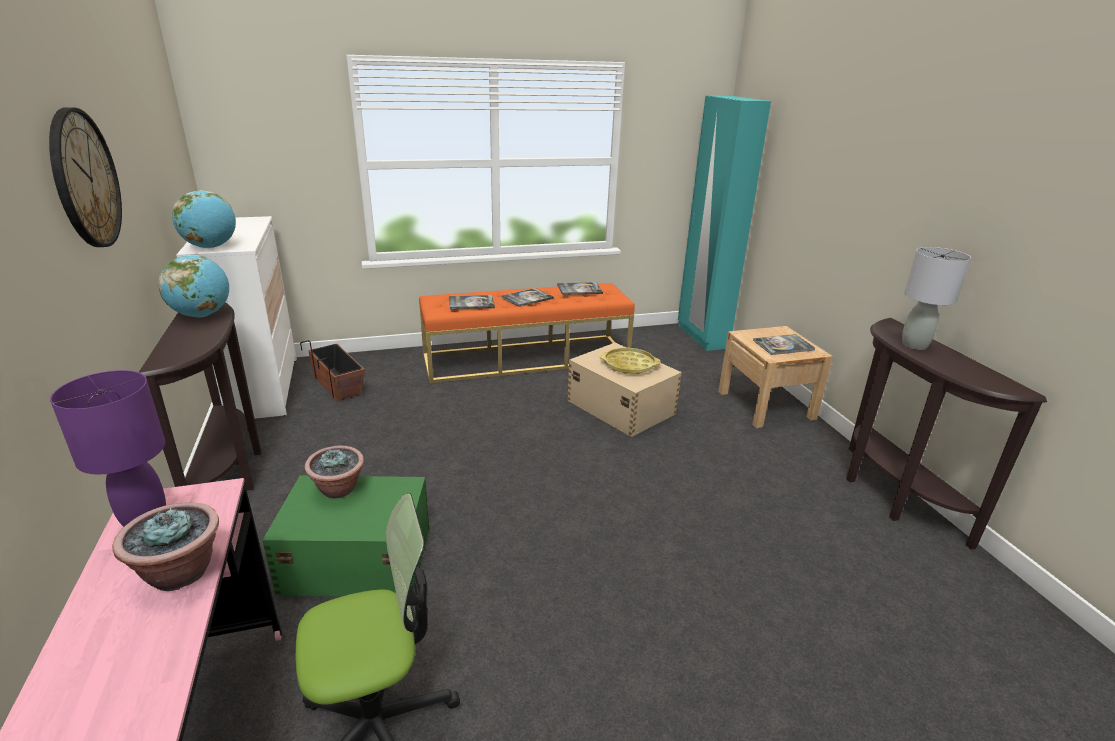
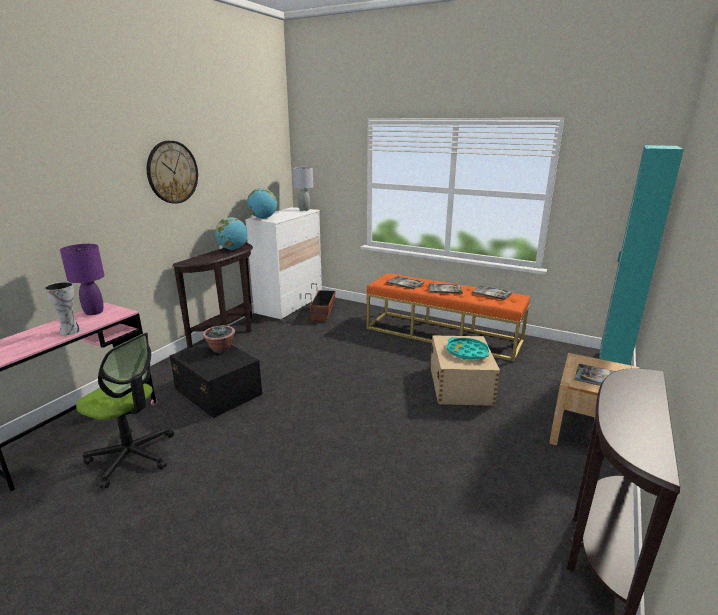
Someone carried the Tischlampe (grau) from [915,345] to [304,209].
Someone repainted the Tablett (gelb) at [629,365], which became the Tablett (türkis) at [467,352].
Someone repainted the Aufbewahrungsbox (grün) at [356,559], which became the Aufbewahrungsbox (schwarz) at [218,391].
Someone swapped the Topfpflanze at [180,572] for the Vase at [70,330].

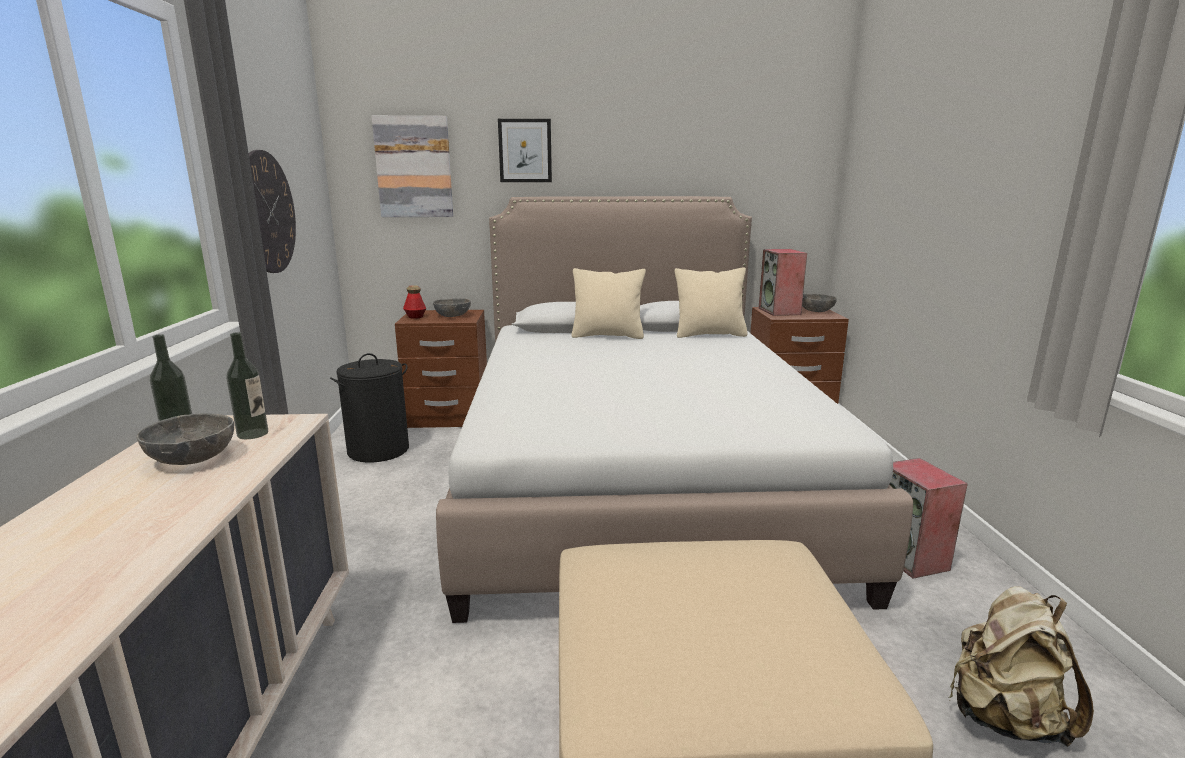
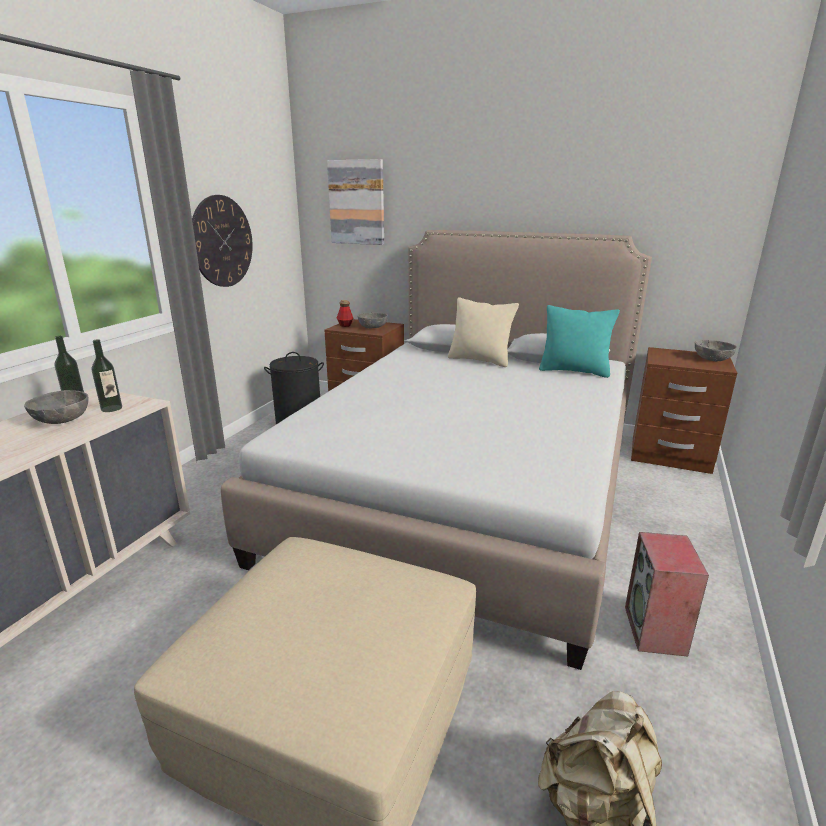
Someone took away the Bild at [525,151].
Someone took away the Lautsprecher at [780,311].
Someone repainted the Kissen (beige) at [709,334], which became the Kissen (türkis) at [574,371].

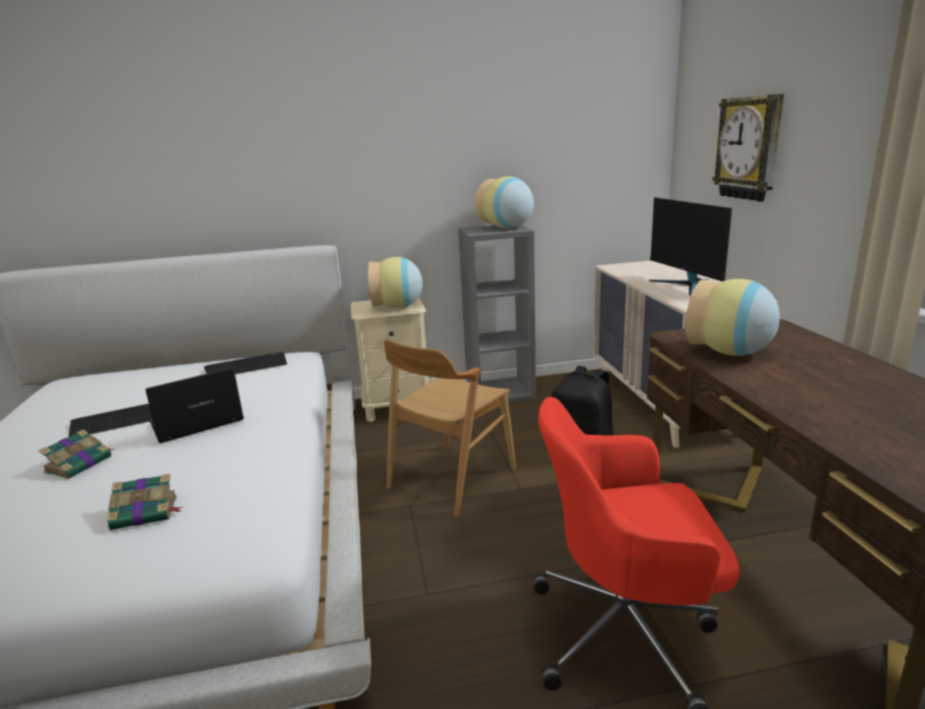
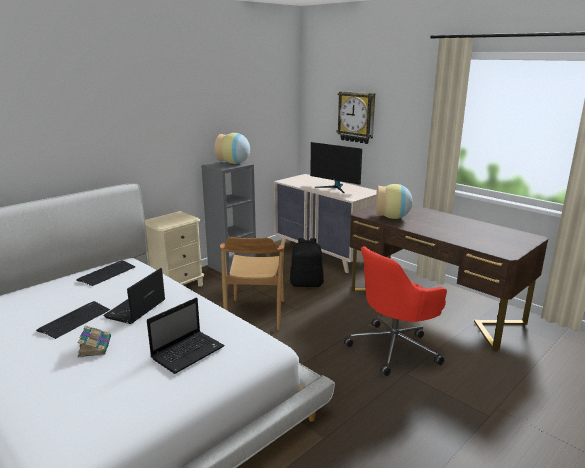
Someone took away the Vase at [398,307].
Someone swapped the Buch at [146,513] for the Laptop at [189,352].

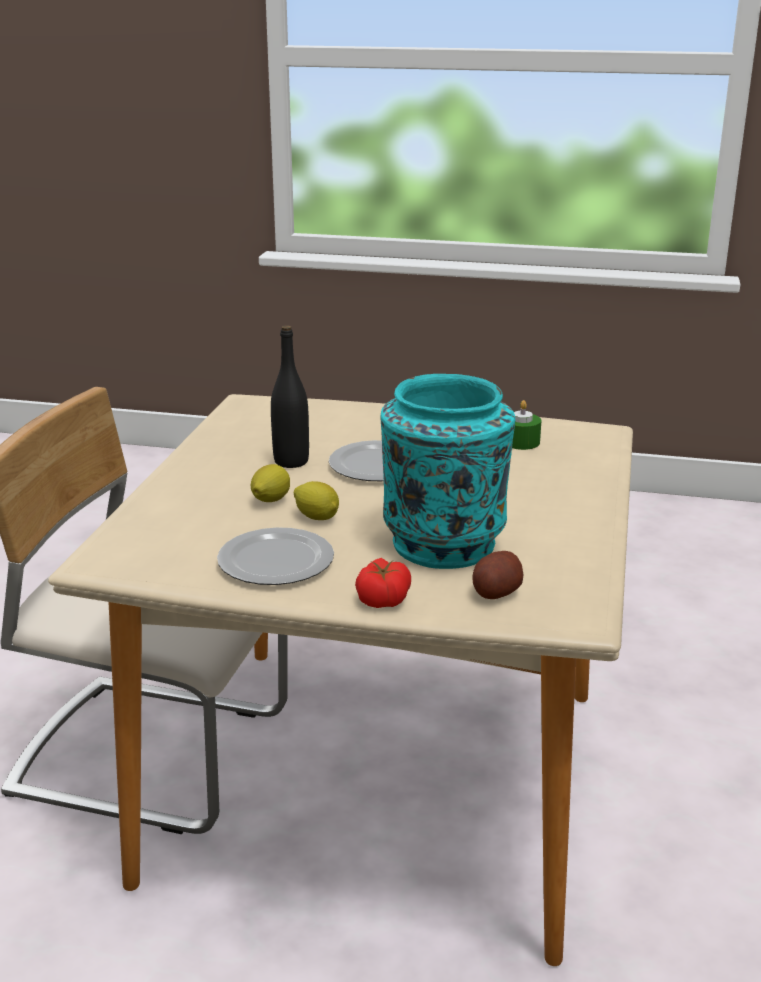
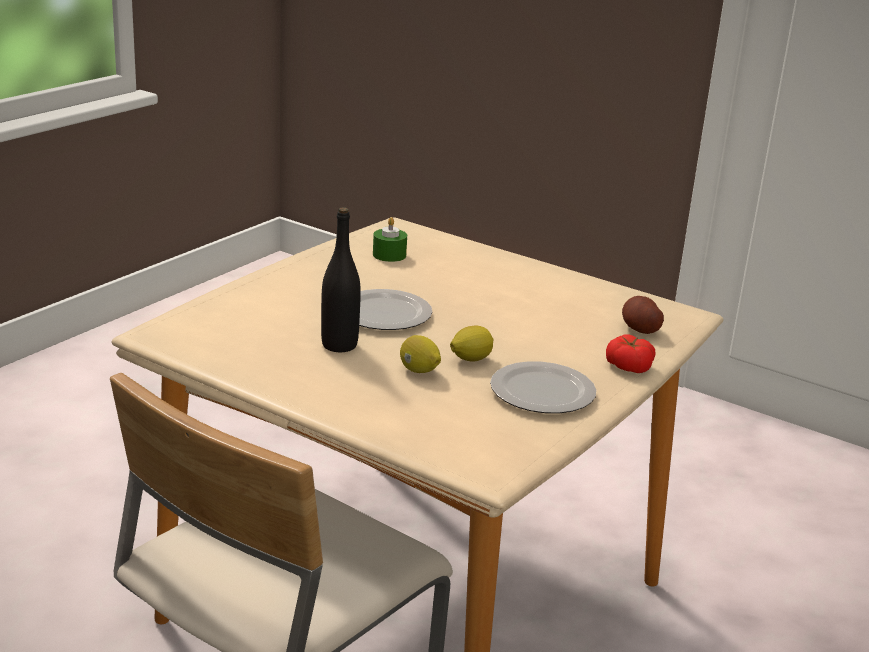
Someone took away the Vase (türkis) at [443,543].

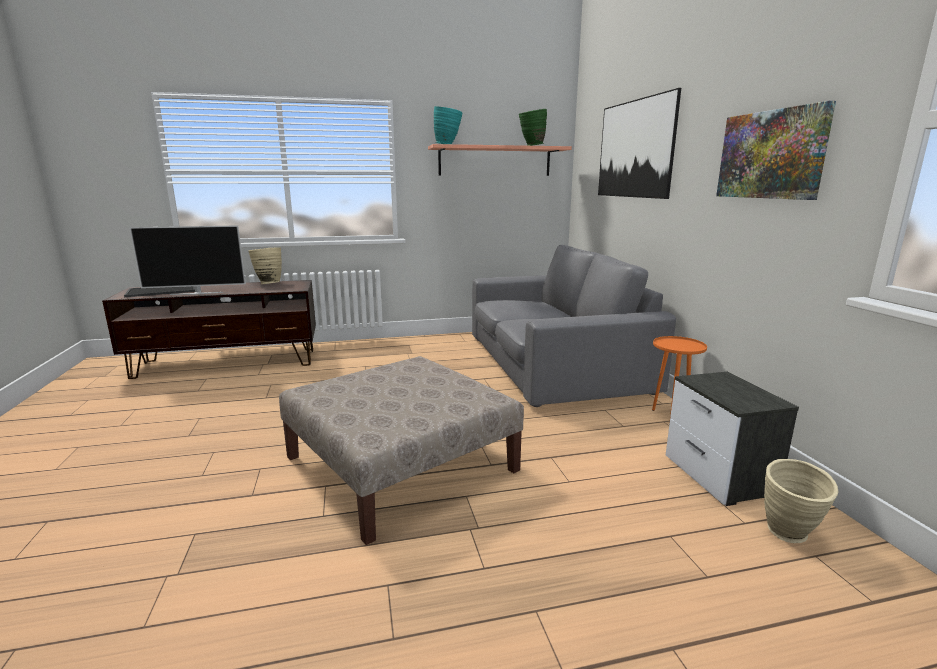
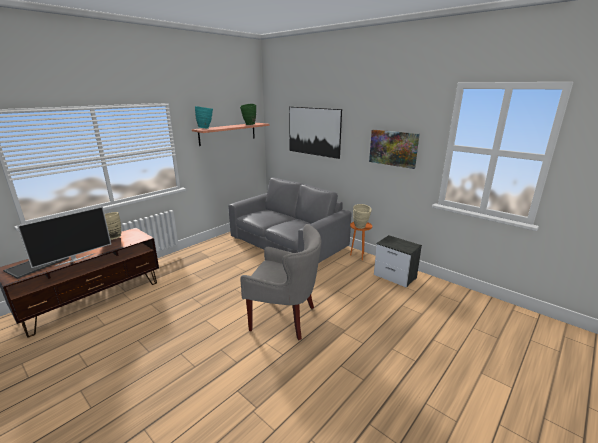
Someone swapped the Polsterhocker (beige) at [400,465] for the Sessel (grau) at [285,319].
Someone carried the Vase (beige) from [789,537] to [361,227].

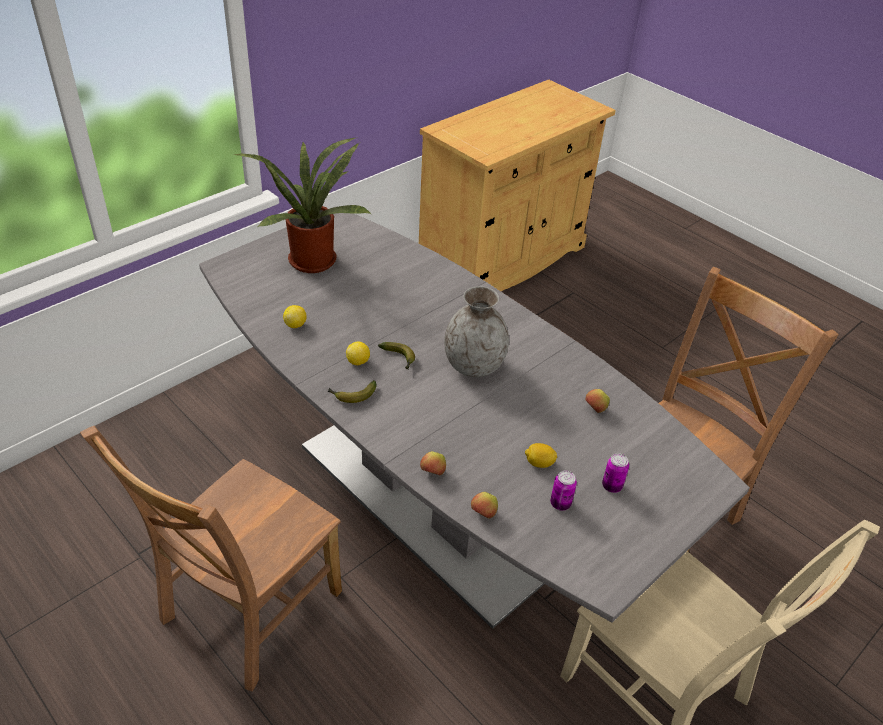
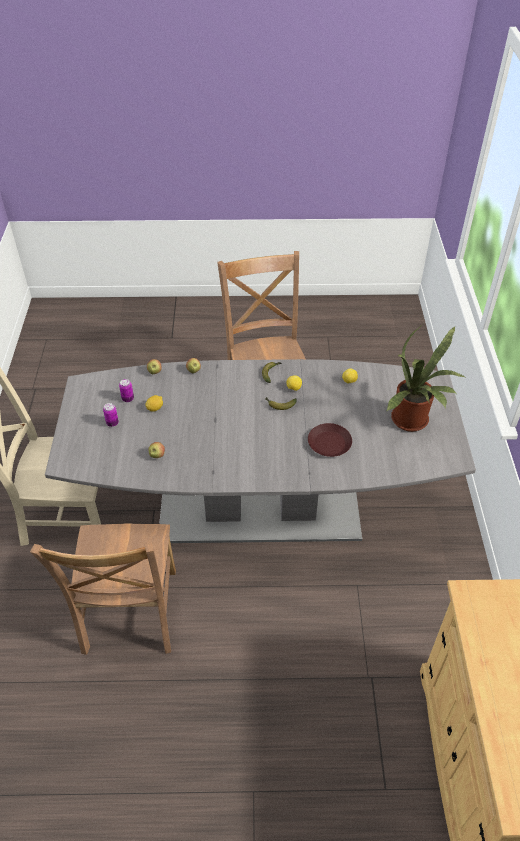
Someone took away the Vase (grau) at [474,365].
Someone put down the Teller (braun) at [329,443].

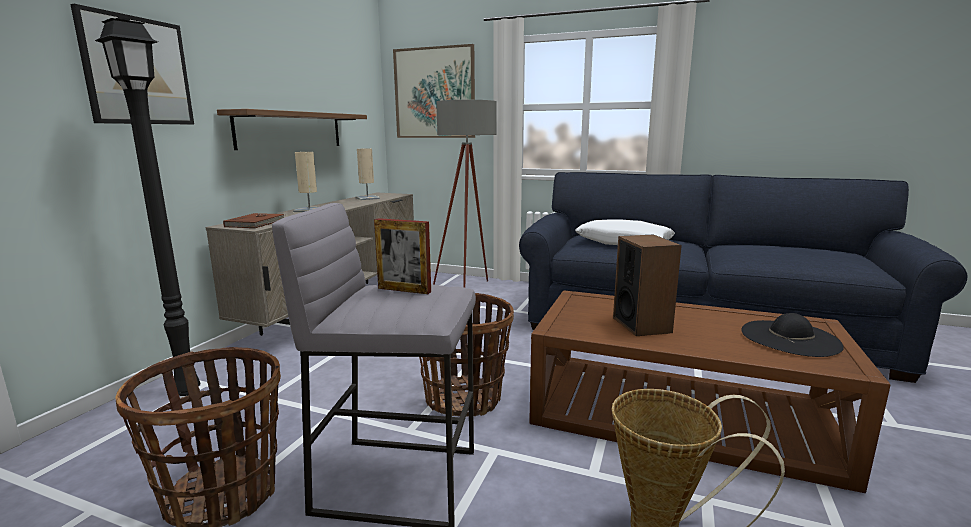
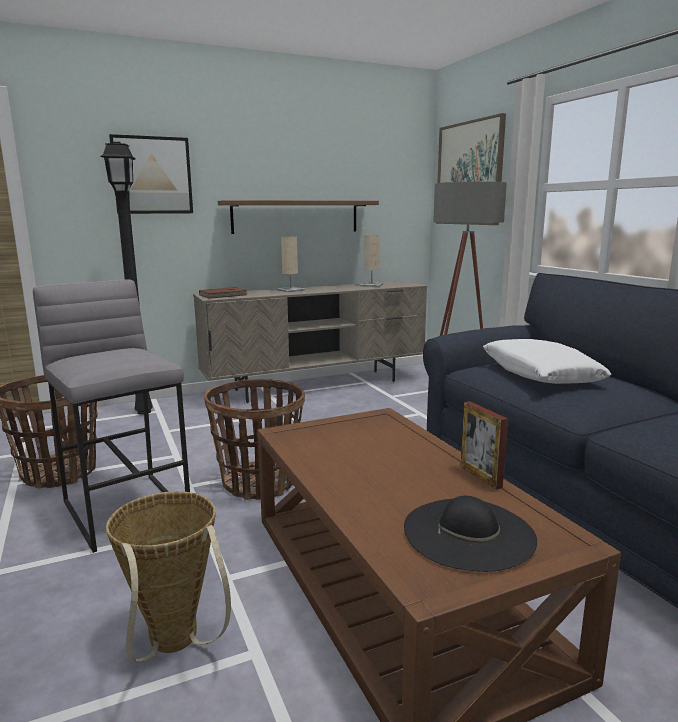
Someone carried the Bilderrahmen from [404,290] to [480,476].
Someone took away the Lautsprecher at [642,325].

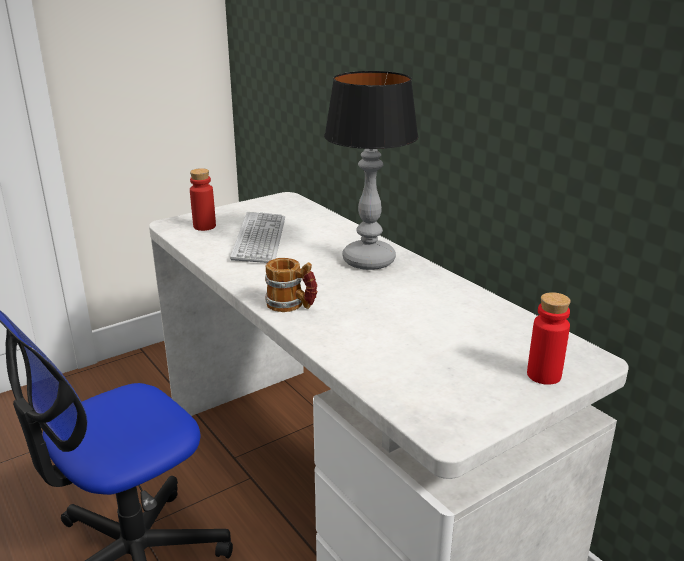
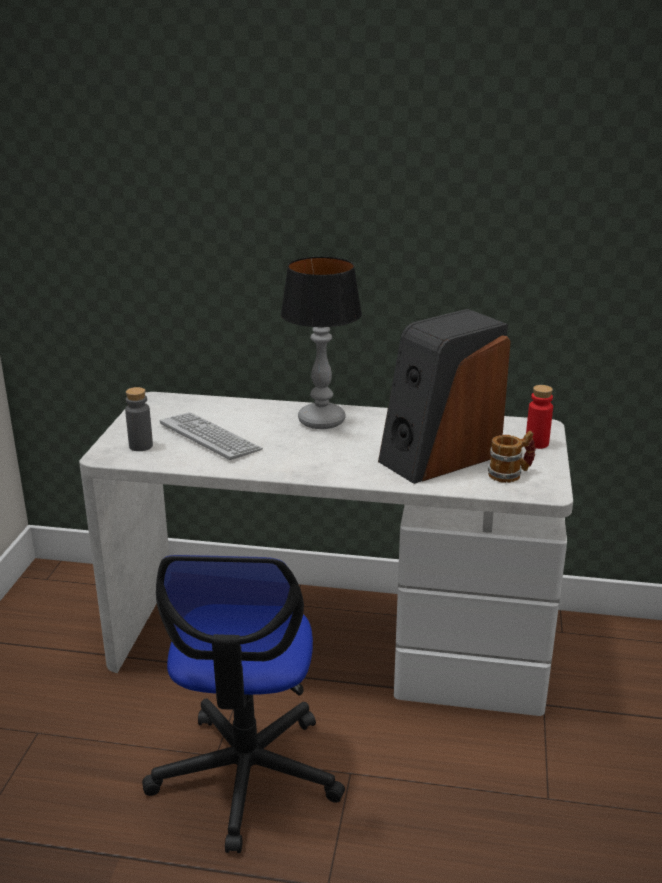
Someone repainted the Flasche (rot) at [204,226], which became the Flasche (grau) at [141,446].
Someone carried the Henkelbecher from [291,305] to [510,474].
Someone put down the Lautsprecher at [439,457].

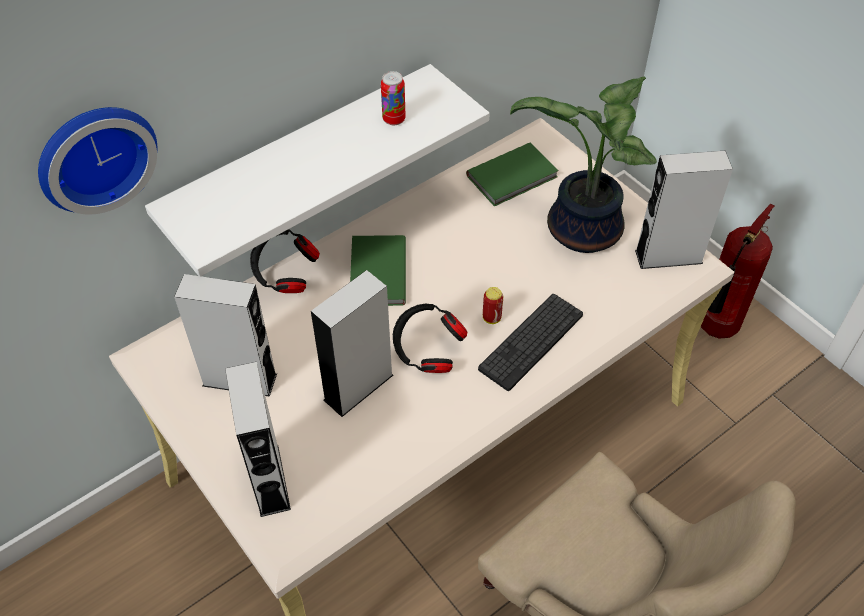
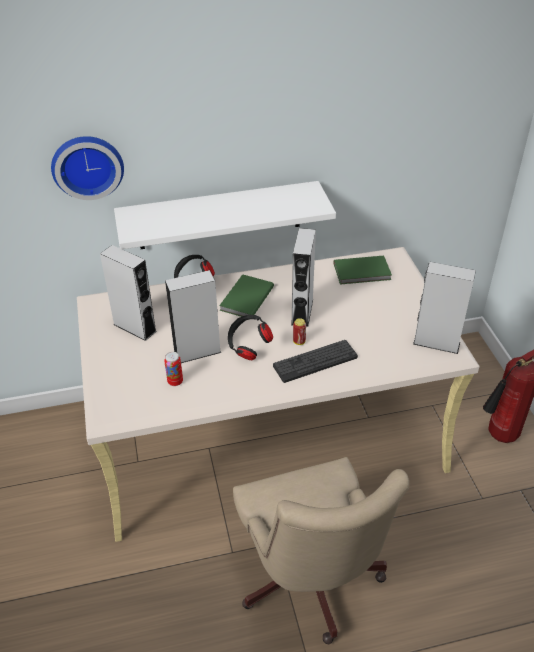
Someone carried the Dose from [394,119] to [175,381].
Someone took away the Topfpflanze at [580,232].
Someone carried the Lautsprecher (grau) from [269,480] to [302,312].

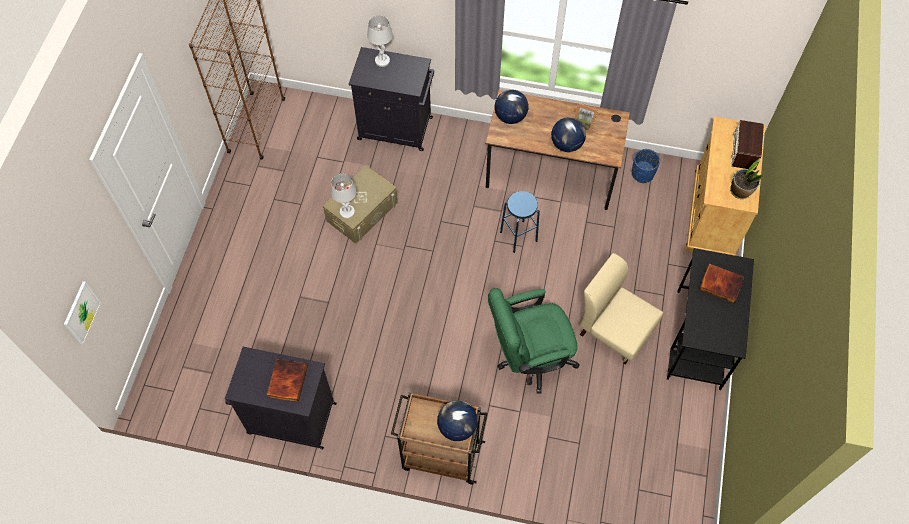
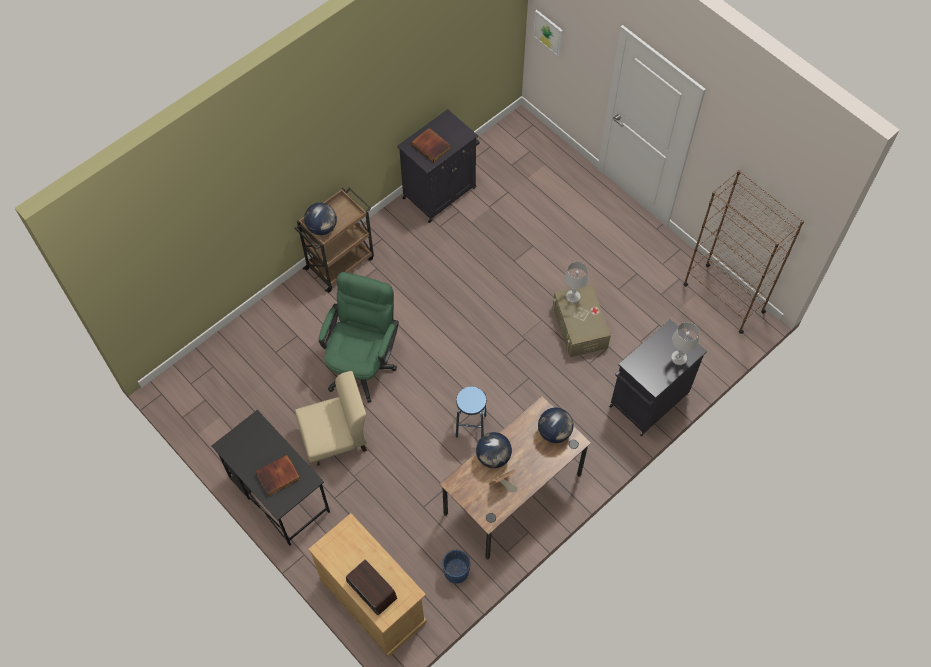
Someone took away the Topfpflanze at [740,191].

